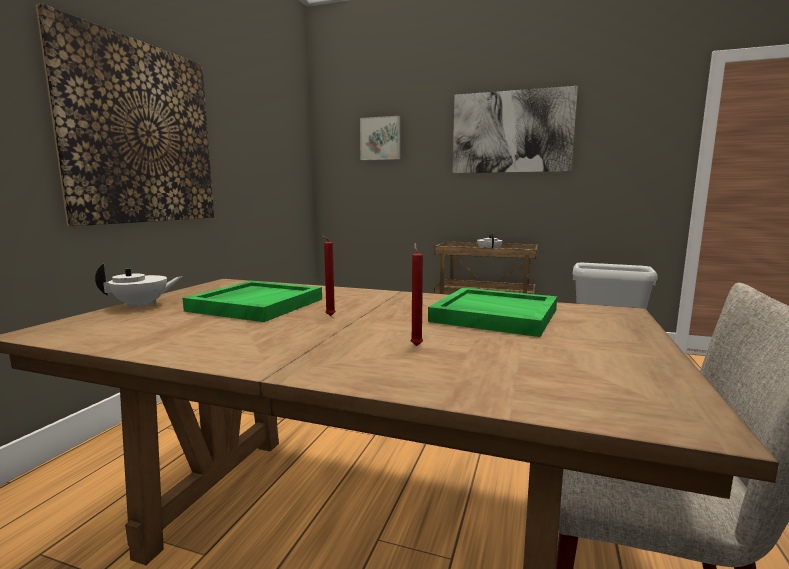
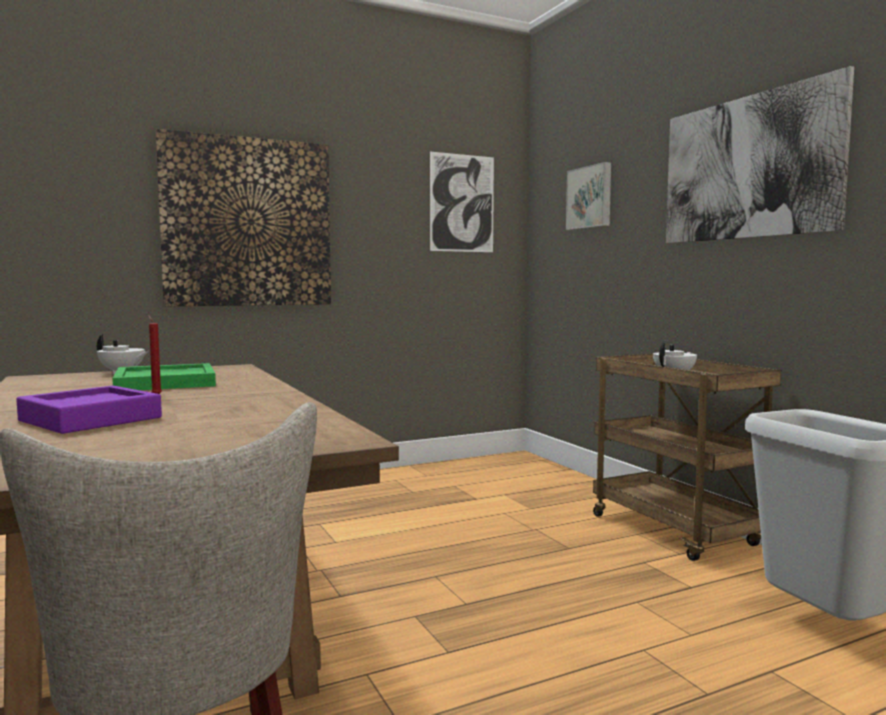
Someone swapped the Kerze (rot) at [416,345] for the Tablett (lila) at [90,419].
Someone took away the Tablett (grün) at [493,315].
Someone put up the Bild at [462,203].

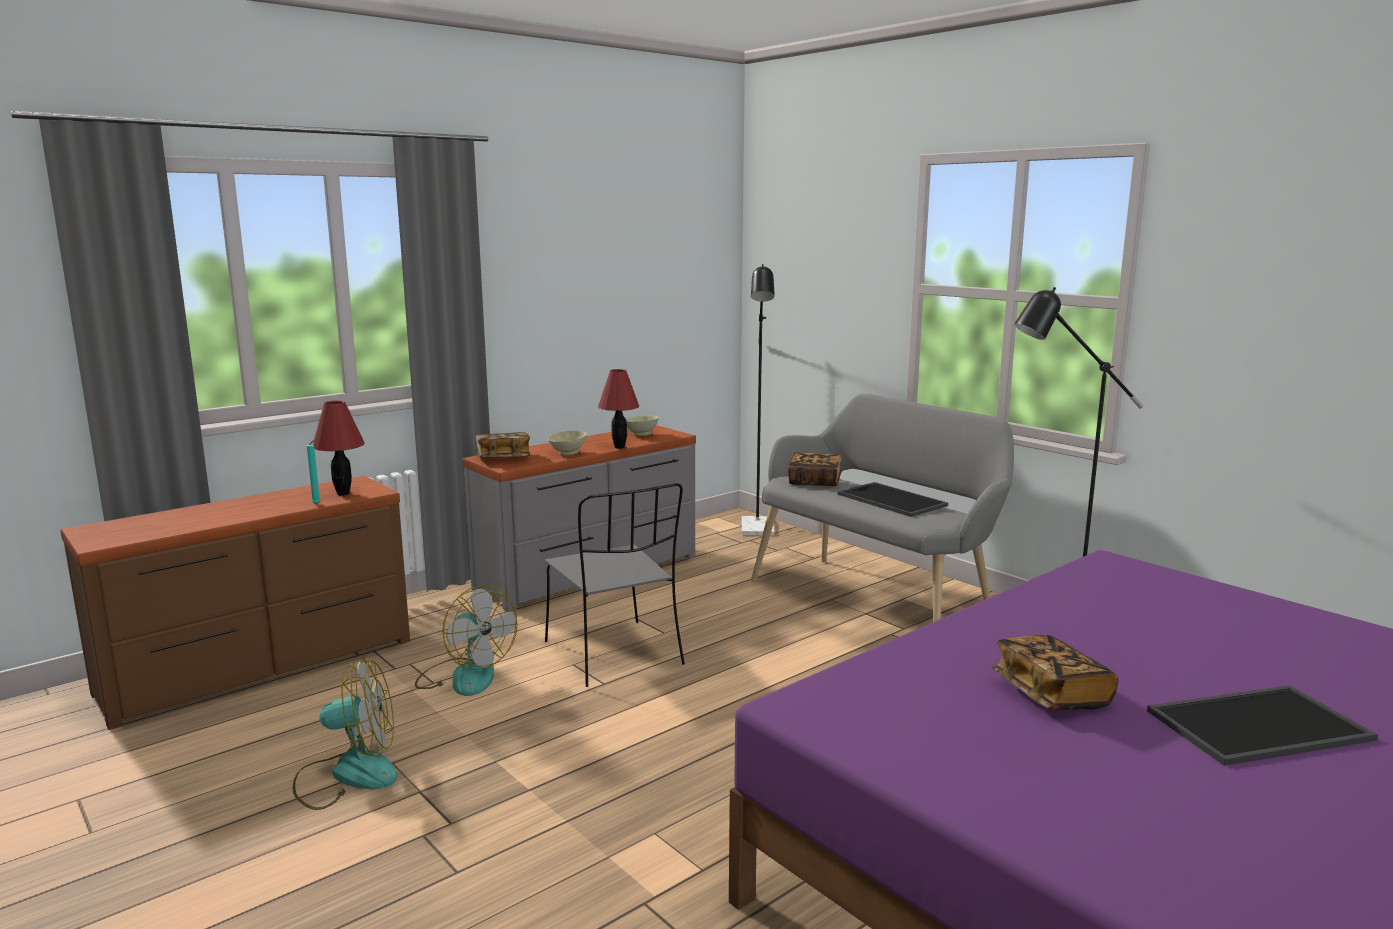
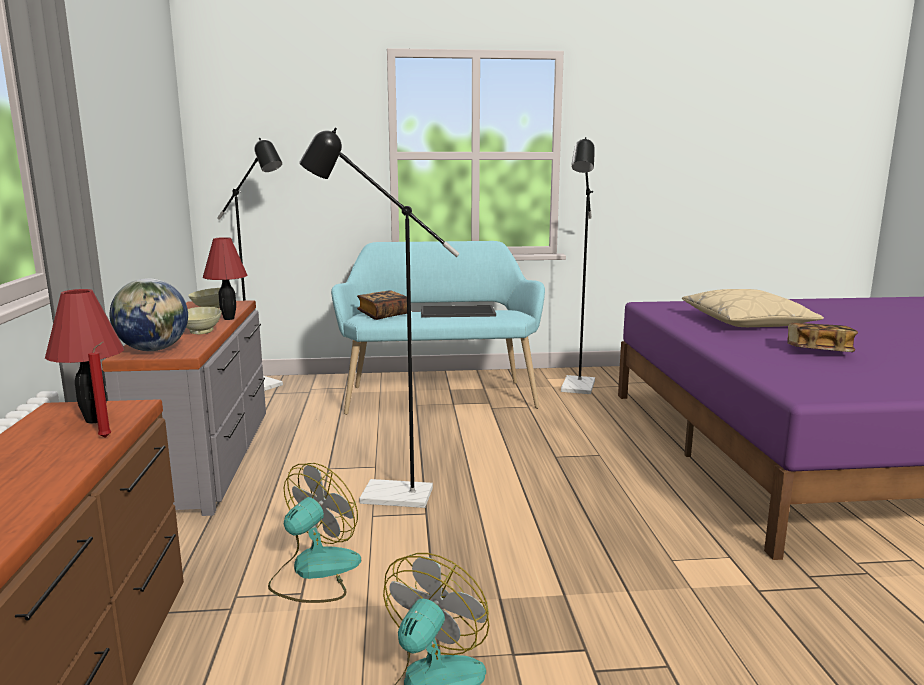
Someone repainted the Bank (grau) at [877,599], which became the Bank (türkis) at [439,395].
Someone swapped the Buch at [503,458] for the Globus at [154,349].
Someone repainted the Kerze (türkis) at [317,504], which became the Kerze (rot) at [107,437].
Someone swapped the Stuhl (grau) at [615,655] for the Stehlampe (schwarz) at [383,495].
Someone rotated the Ventilator at [465,676] by 45 degrees counterclockwise.
Someone took away the Tablett at [1259,727].
Someone put down the Kissen (beige) at [746,322].

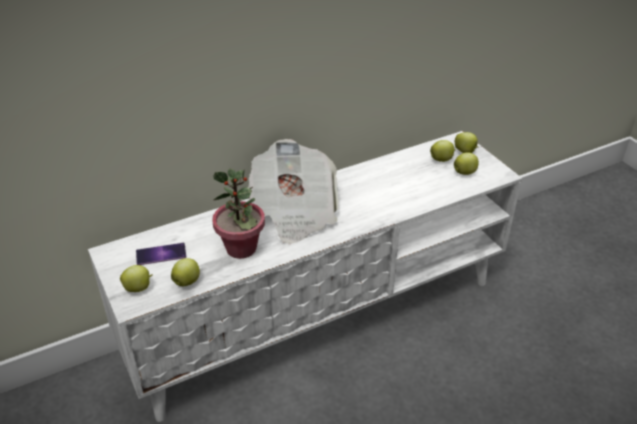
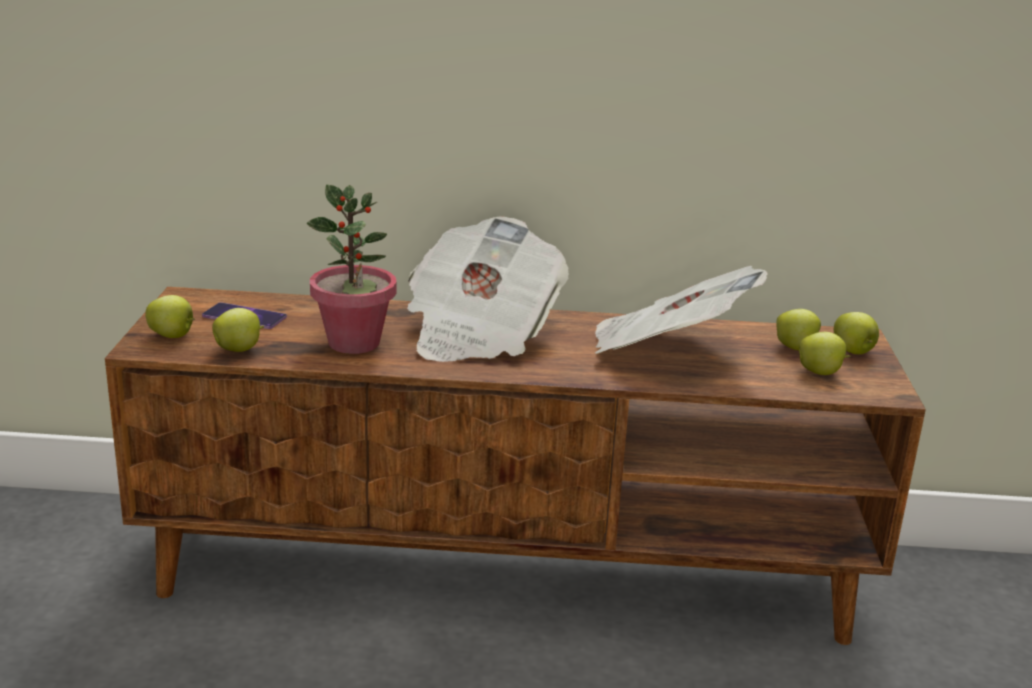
Someone repainted the Fernsehschrank (weiß) at [319,317], which became the Fernsehschrank (braun) at [508,573].
Someone put down the Zeitung at [667,351].

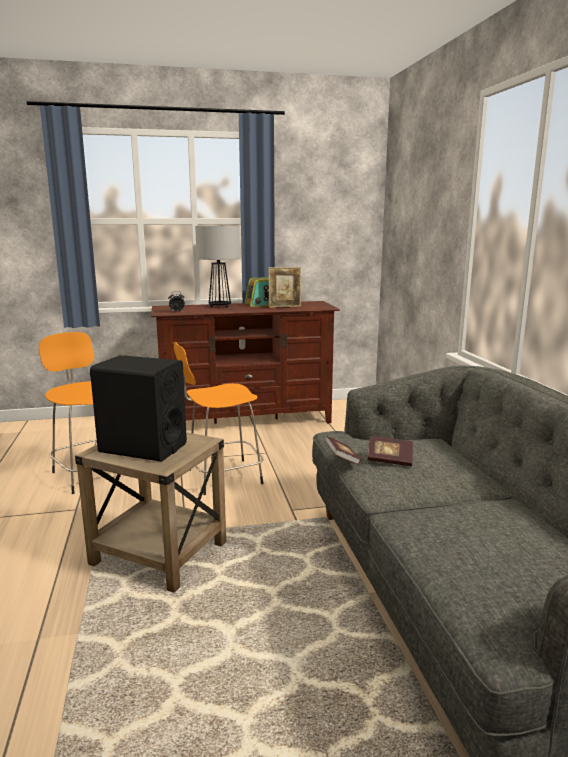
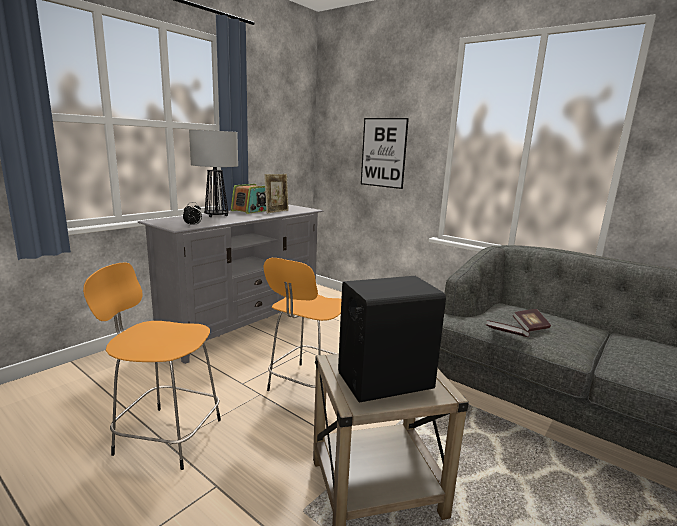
Someone repainted the Fernsehschrank (braun) at [246,420], which became the Fernsehschrank (grau) at [244,326].
Someone put up the Bild at [383,153].

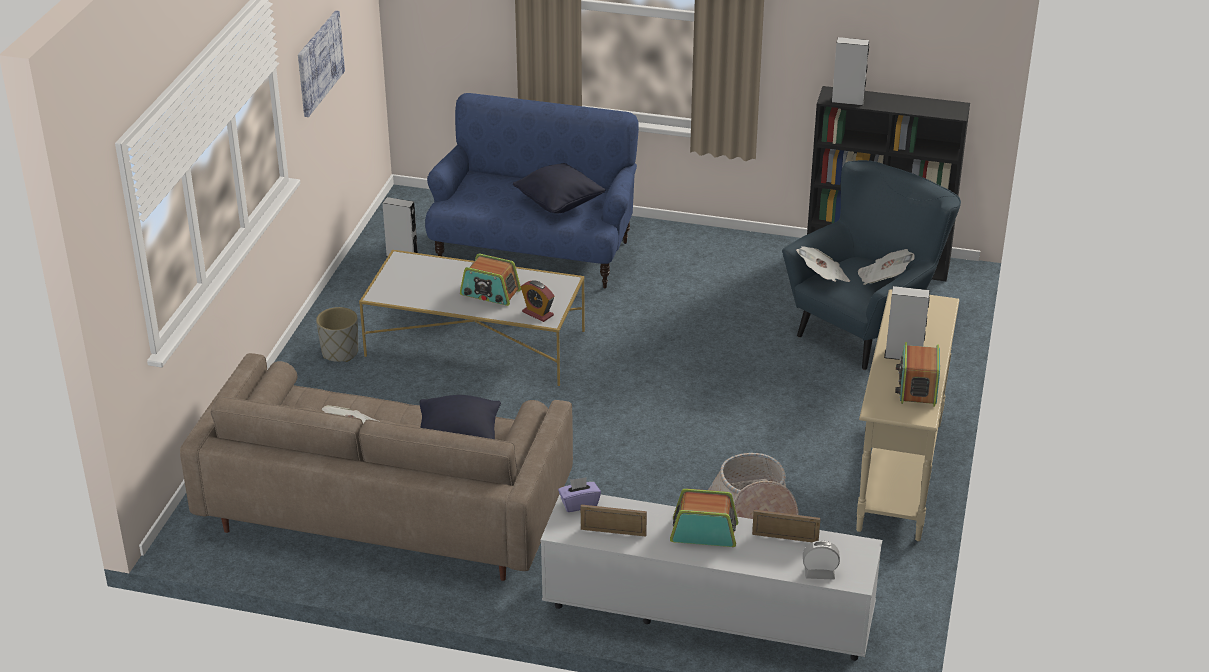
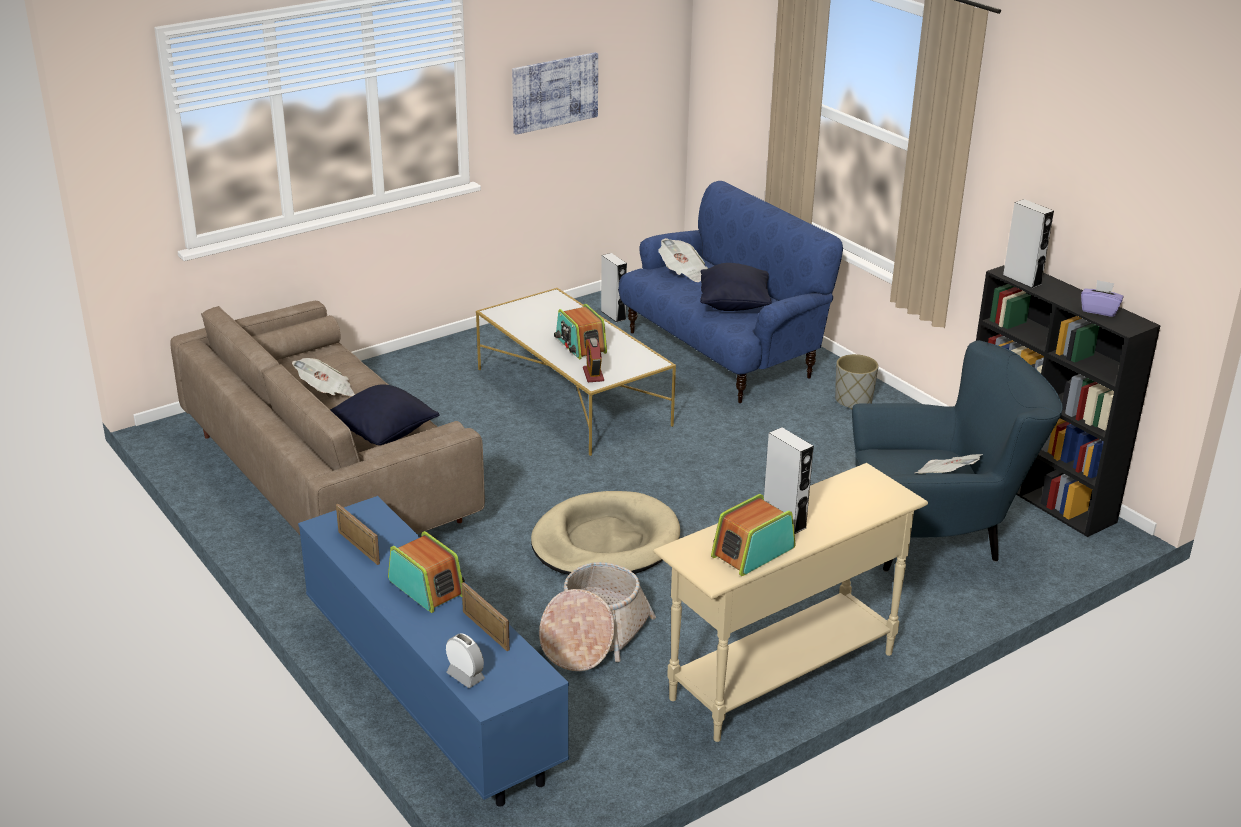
Someone carried the Zeitung from [822,277] to [683,273].
Someone carried the Pflanzkübel (grau) from [340,352] to [854,401].
Someone carried the Taschentuchbox (lila) from [579,504] to [1099,310].
Someone repainted the Fernsehschrank (weiß) at [706,617], which became the Fernsehschrank (blau) at [430,690].
Someone put down the Hundebett (beige) at [605,542].

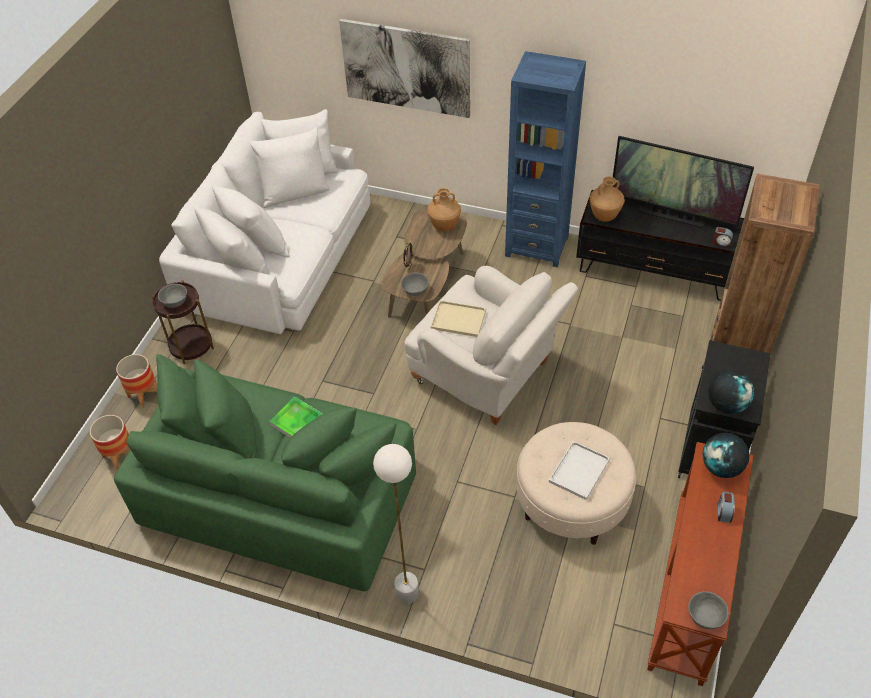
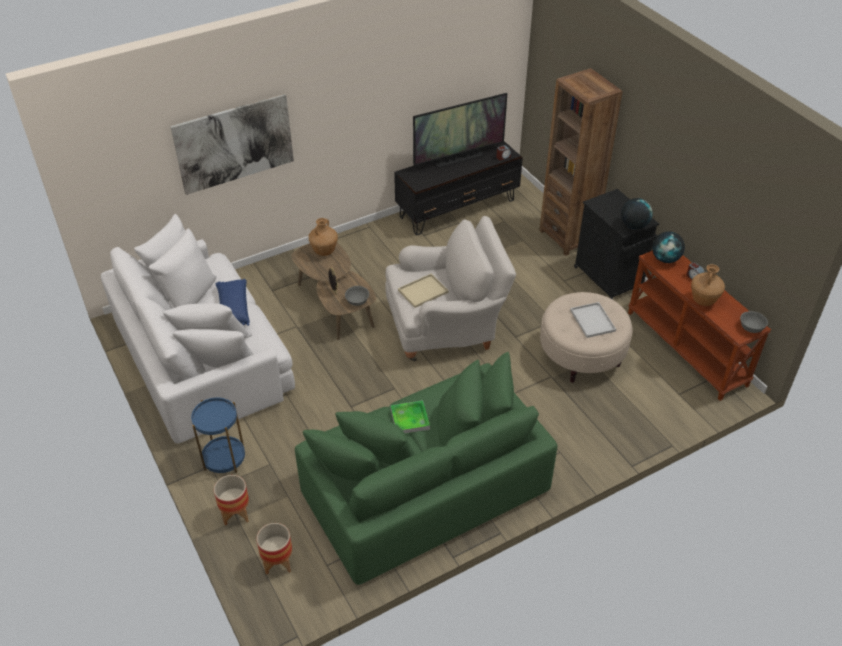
Someone took away the Bücherregal (blau) at [537,246].
Someone carried the Vase (braun) from [604,216] to [703,301].
Someone repainted the Beistelltisch (braun) at [191,346], which became the Beistelltisch (blau) at [224,458].
Someone took away the Schüssel (grau) at [174,301].
Someone took away the Stehlampe (weiß) at [407,593].
Someone put down the Kissen (blau) at [233,309].

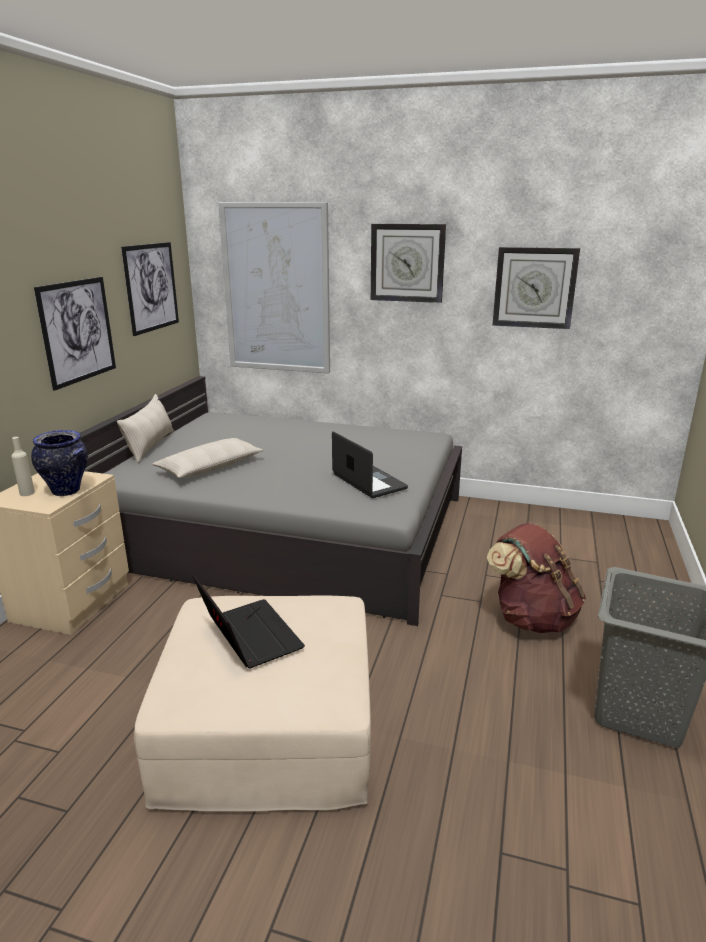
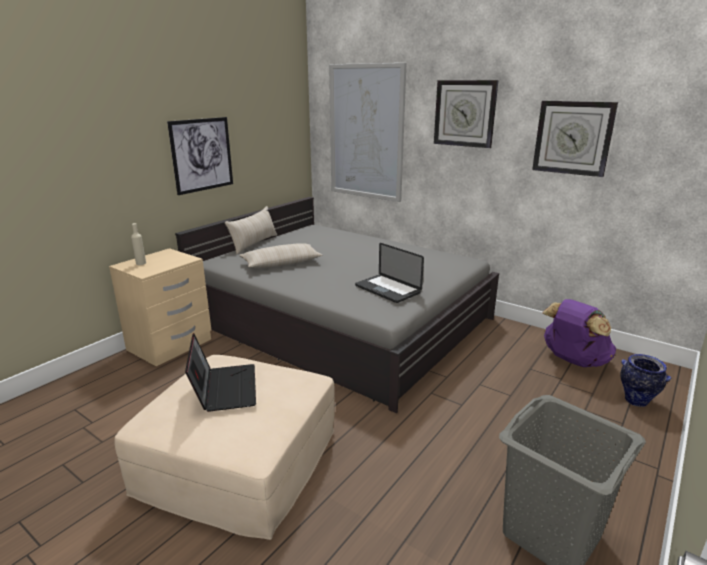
Someone took away the Bild at [151,287].
Someone carried the Vase from [67,491] to [636,401].
Someone rotated the Laptop at [369,482] by 150 degrees clockwise.
Someone took away the Rucksack (braun) at [531,618].
Someone put down the Rucksack (lila) at [573,361].

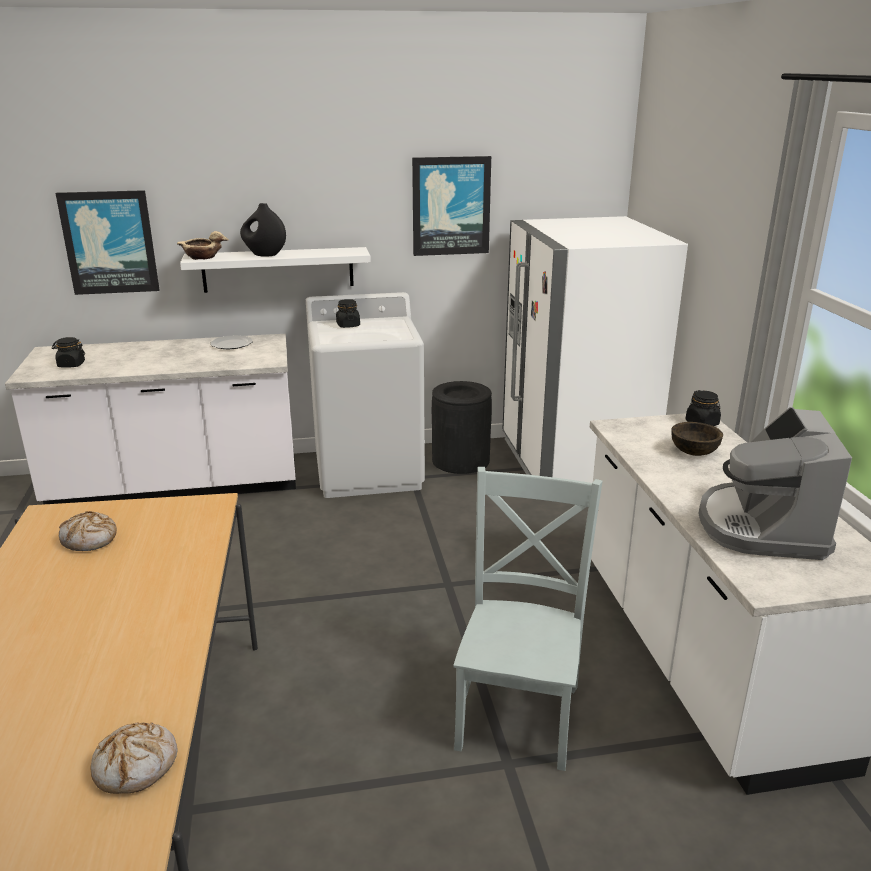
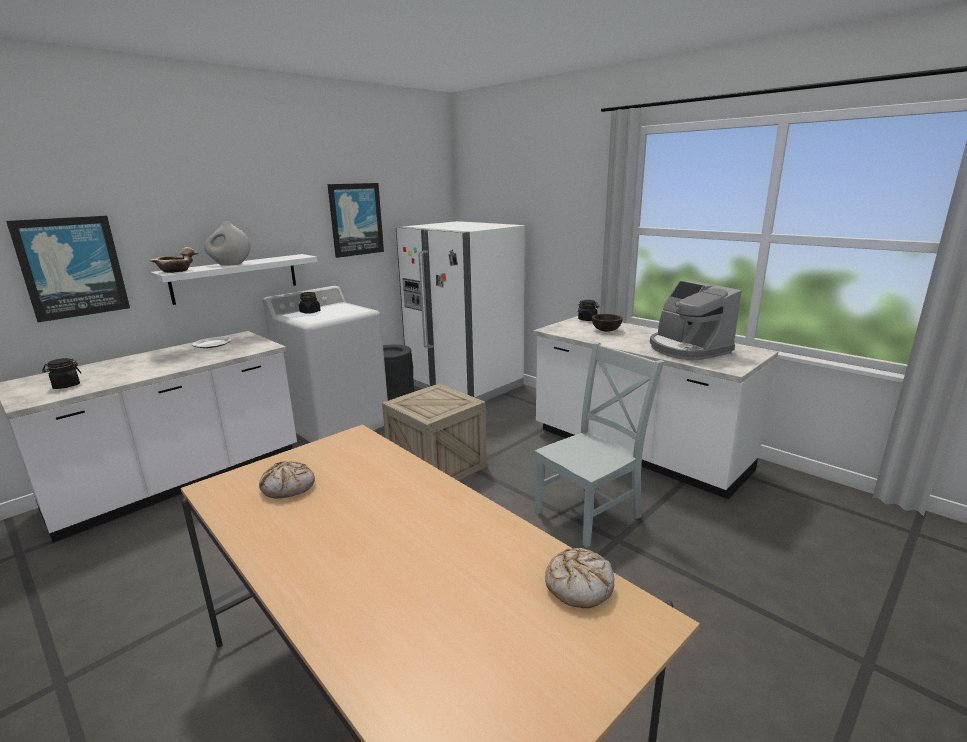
Someone repainted the Vase (schwarz) at [264,255], which became the Vase (weiß) at [230,264].
Someone rotated the Stuhl (grau) at [519,712] by 75 degrees clockwise.
Someone put down the Kiste at [437,466].

